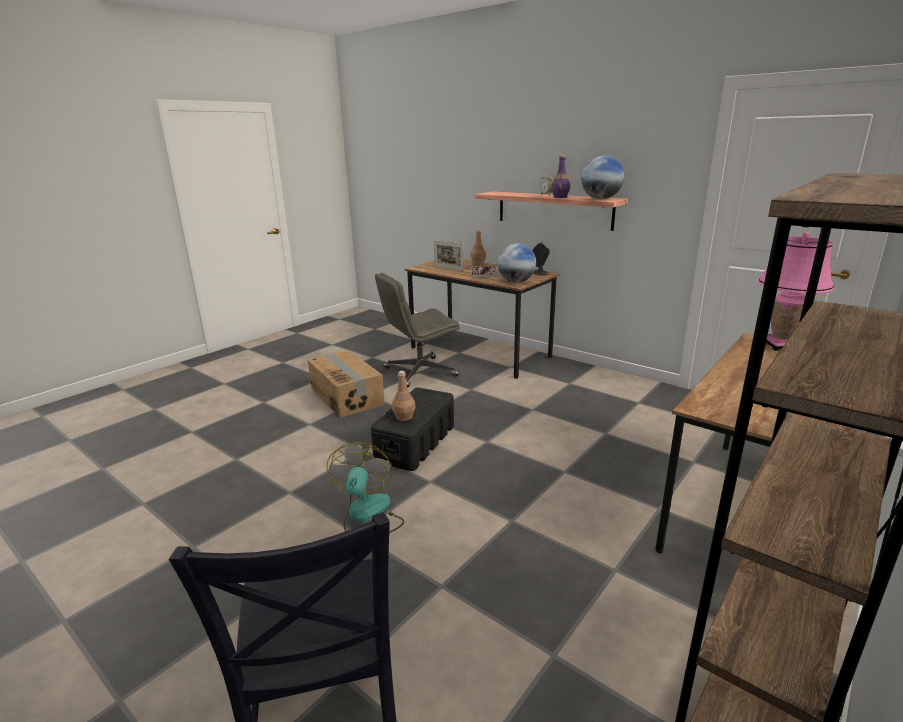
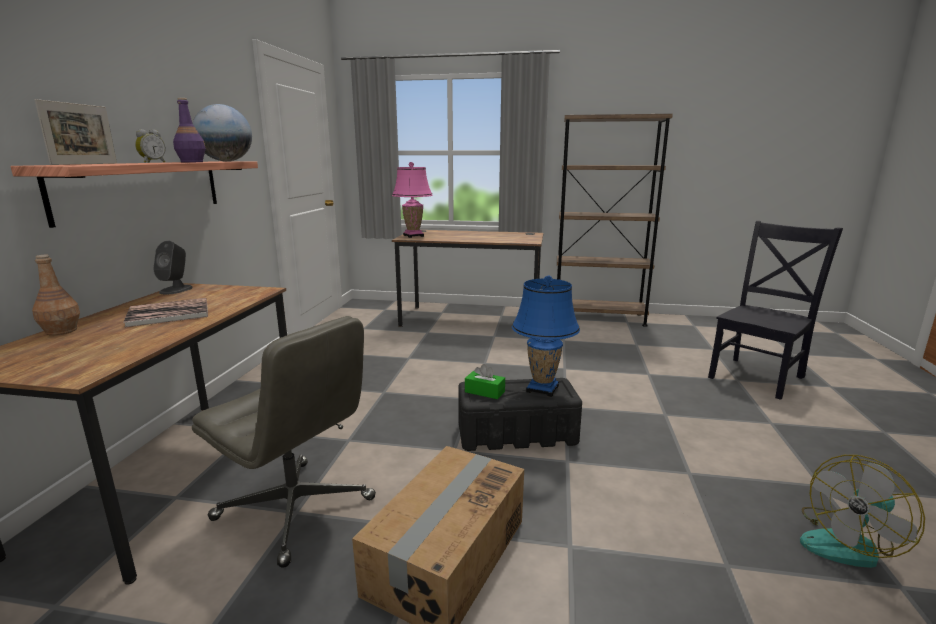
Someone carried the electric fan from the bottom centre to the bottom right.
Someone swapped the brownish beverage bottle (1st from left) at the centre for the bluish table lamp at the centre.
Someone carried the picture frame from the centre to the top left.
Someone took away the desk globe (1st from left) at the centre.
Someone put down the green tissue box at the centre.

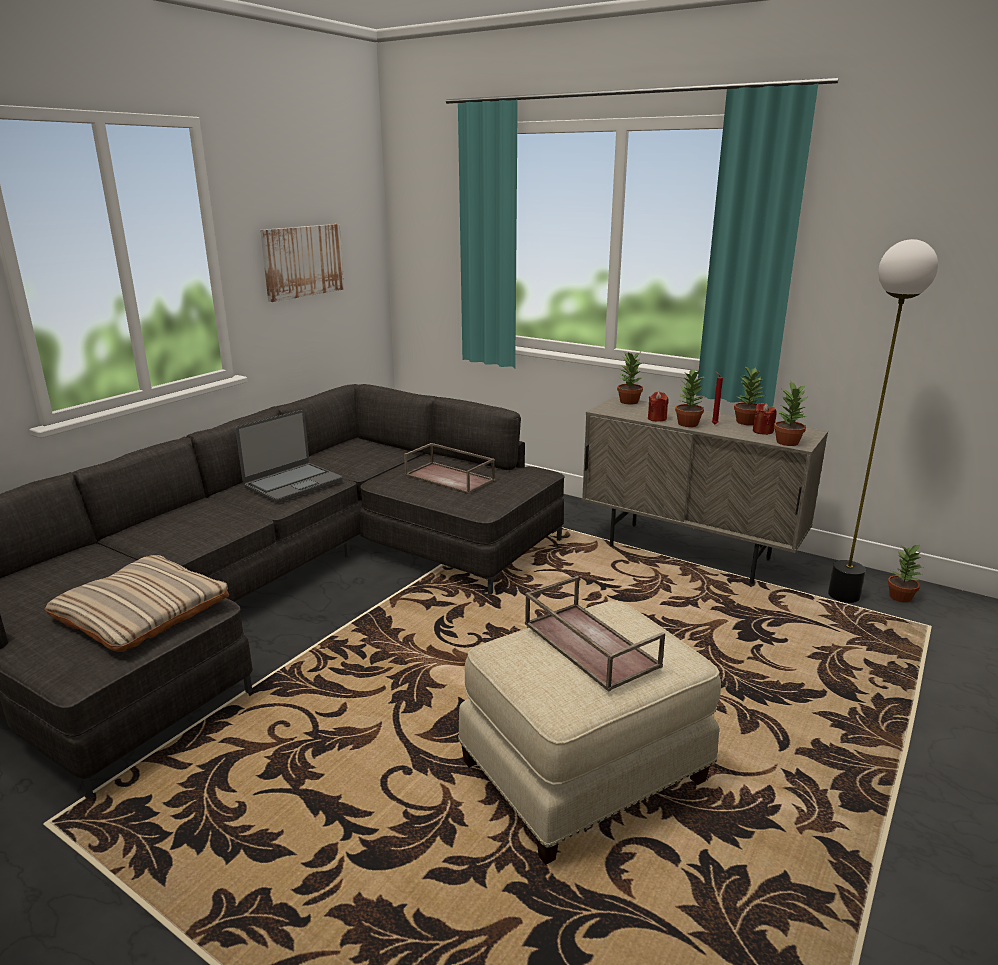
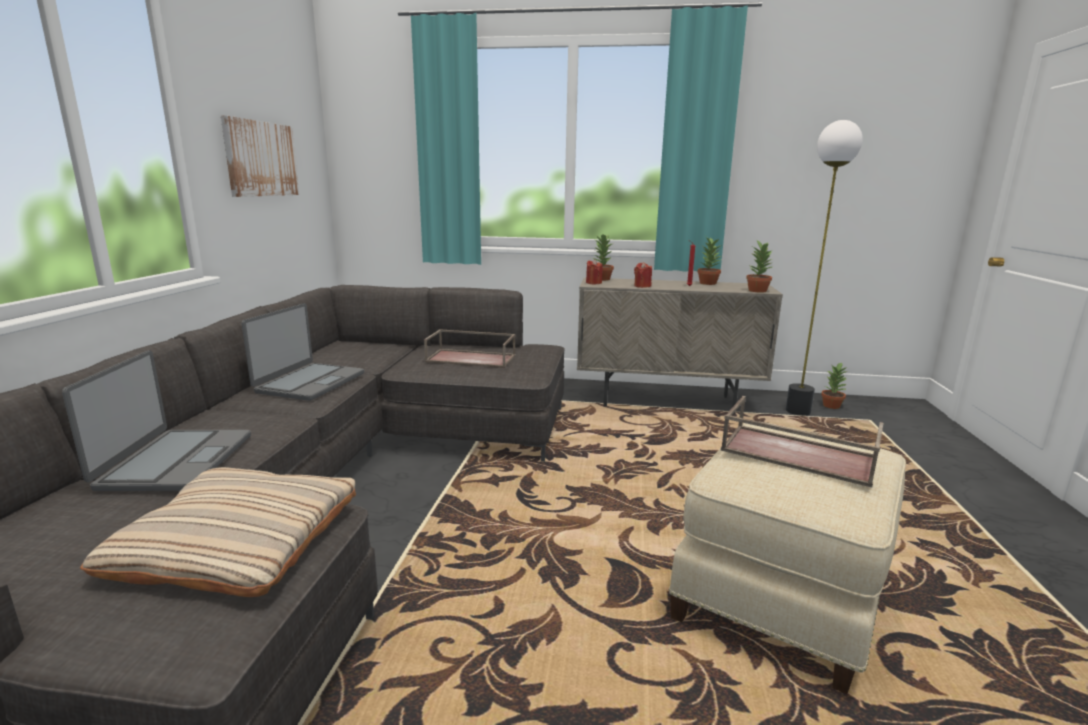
Someone took away the potted plant (2nd from left) at the middle right.
Someone carried the reddish wax candle (3rd from left in the first image) from the middle right to the centre.
Someone put down the notebook computer (1st from left) at the middle left.

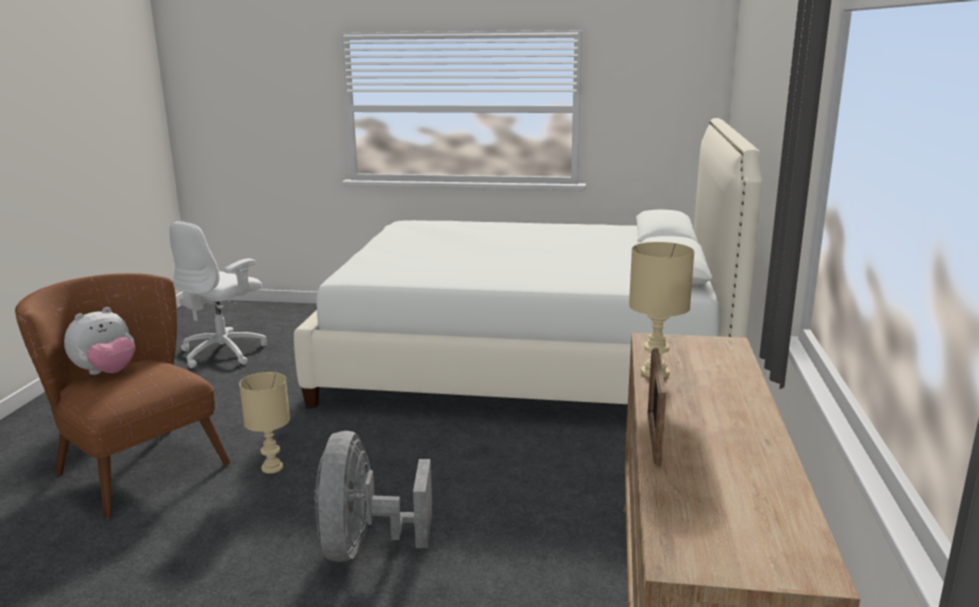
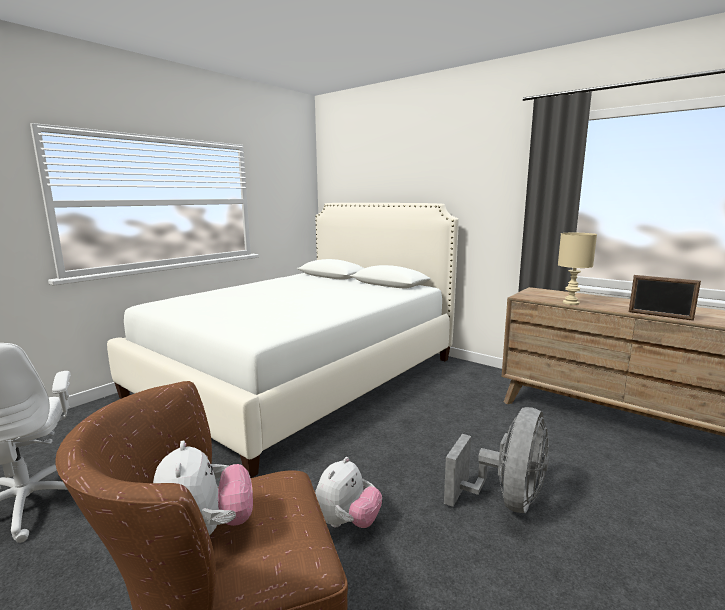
Someone swapped the beige table lamp (1st from left) at the bottom left for the cuddly toy (2nd from left) at the bottom centre.
Someone rotated the grey electric fan at the bottom centre by 90 degrees counterclockwise.

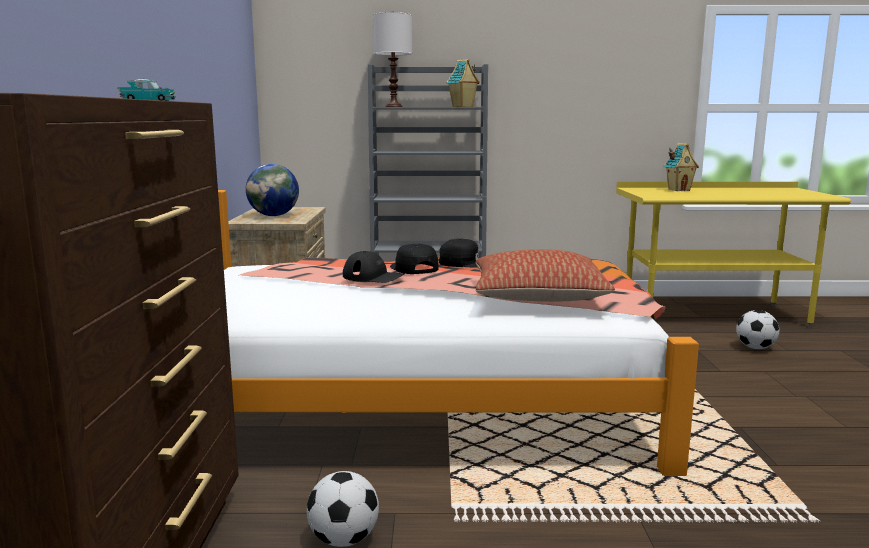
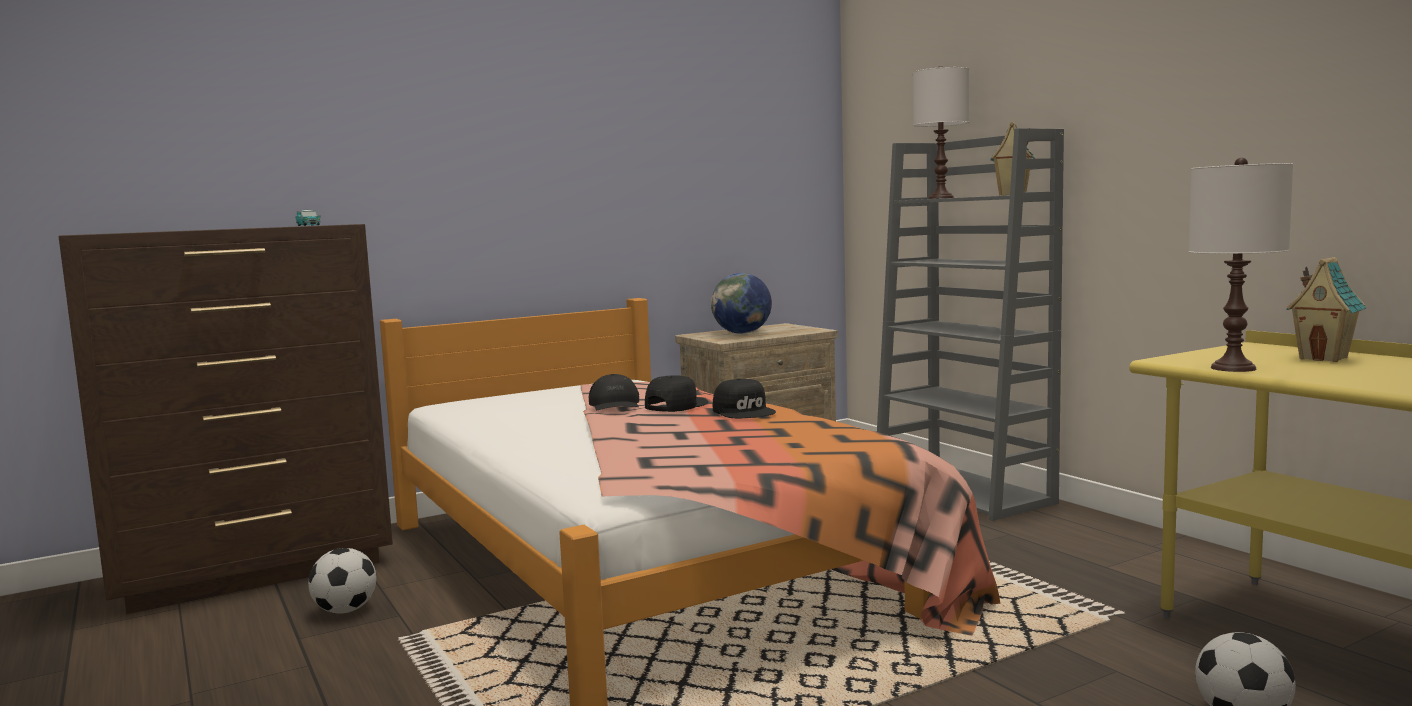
Someone took away the pillow at the centre.
Someone put down the whitish table lamp (2nd from left) at the middle right.

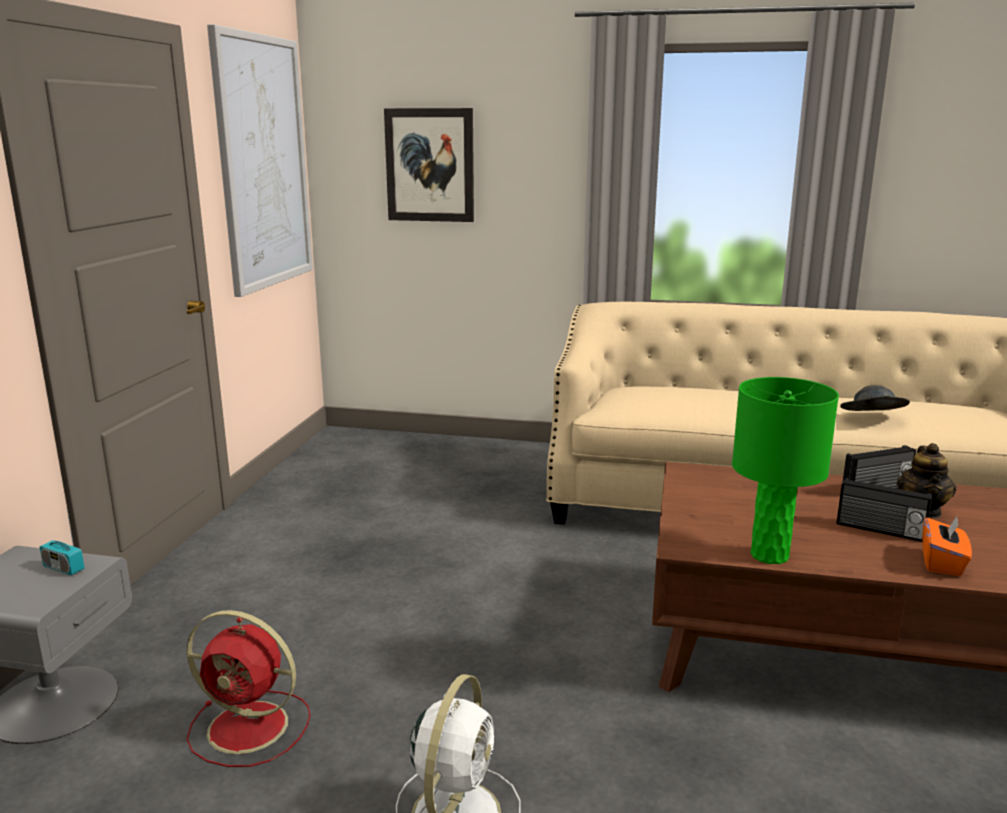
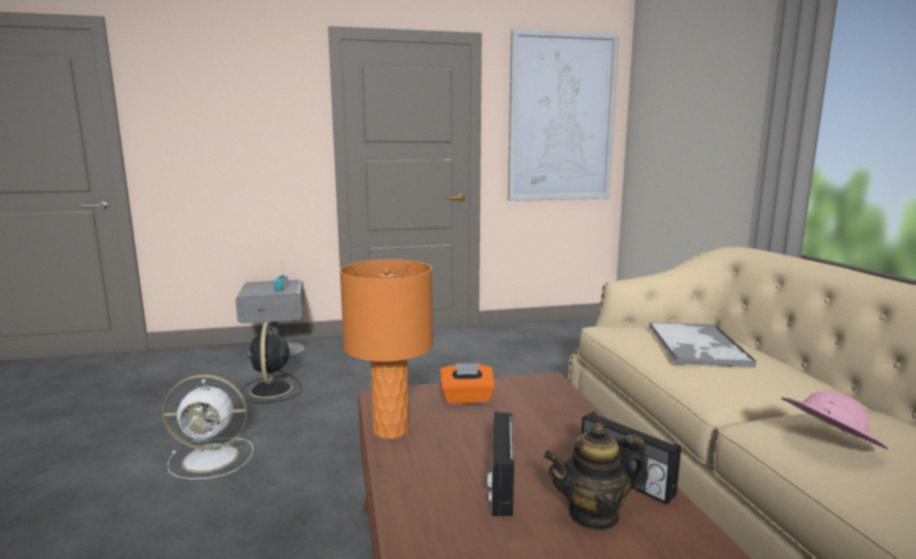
Someone repainted the reddish electric fan at the bottom left, which became the black-coloured electric fan at the middle left.
Someone took away the wall picture (2nd from left) at the top centre.
Someone repainted the green table lamp at the middle right, which became the orange table lamp at the centre.
Someone repainted the grey wearable hat at the middle right, which became the pink wearable hat at the bottom right.
Someone carried the orange tissue box from the bottom right to the bottom centre.
Someone put down the carrying tray at the middle right.

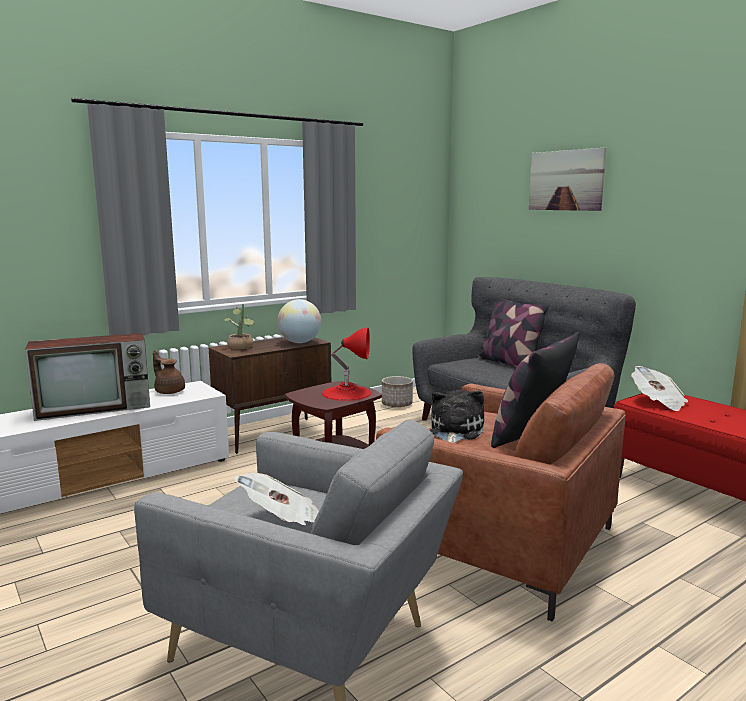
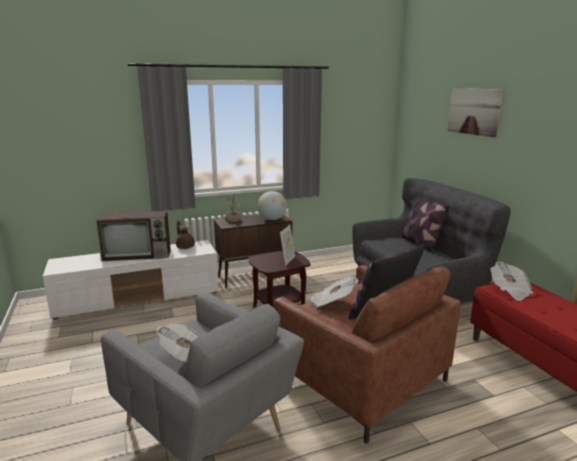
Someone swapped the reddish table lamp at the centre for the picture frame at the centre.
Someone took away the planter at the centre.
Someone swapped the cuddly toy at the centre for the newspaper (2nd from left) at the centre.

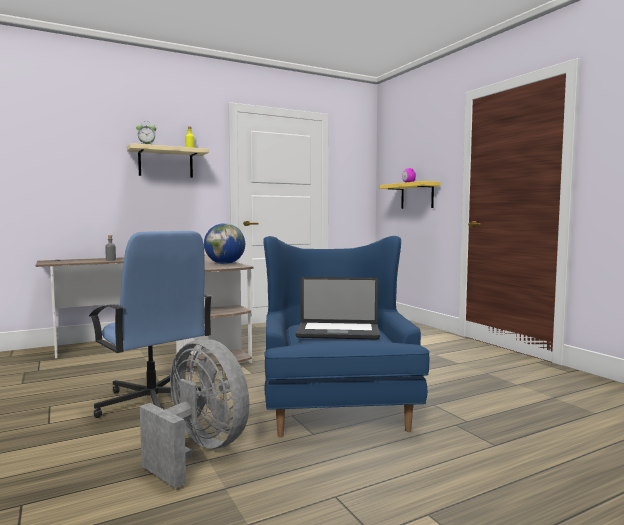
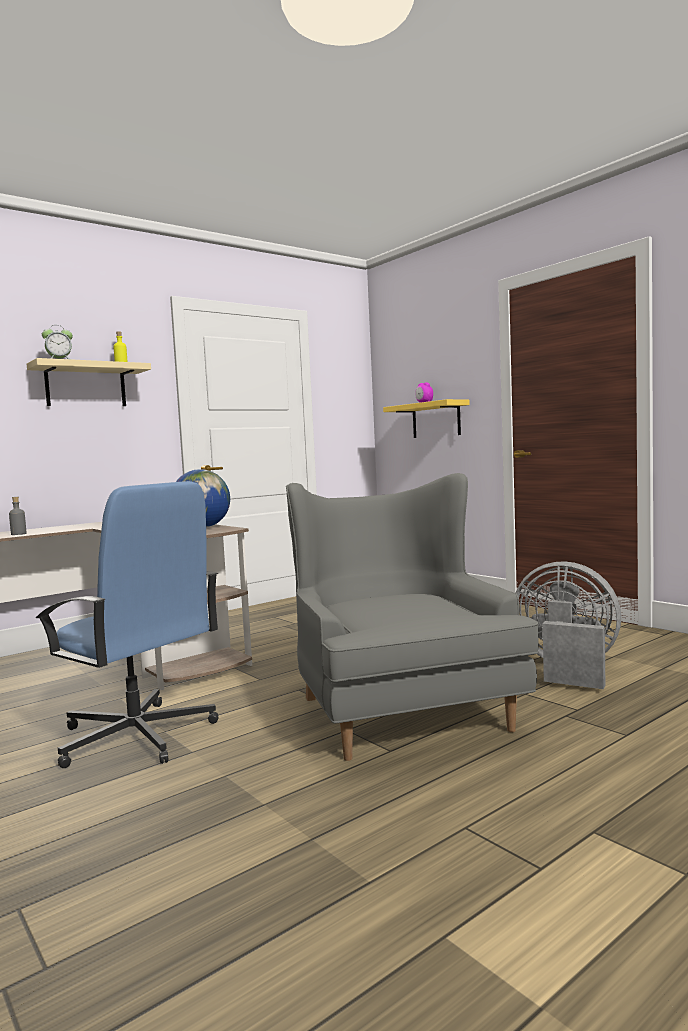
Someone carried the grey electric fan from the bottom left to the middle right.
Someone repainted the bluish armchair at the centre, which became the grey armchair at the centre.
Someone took away the notebook computer at the centre.

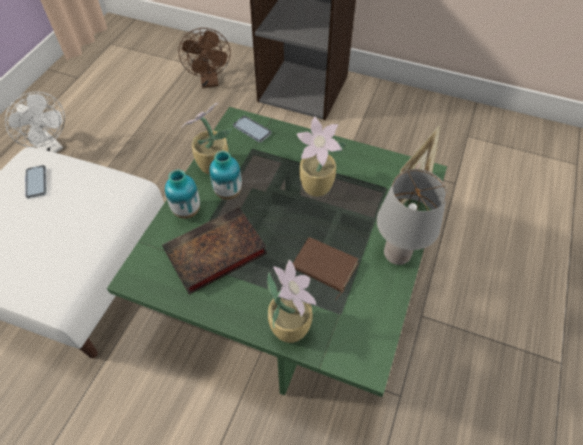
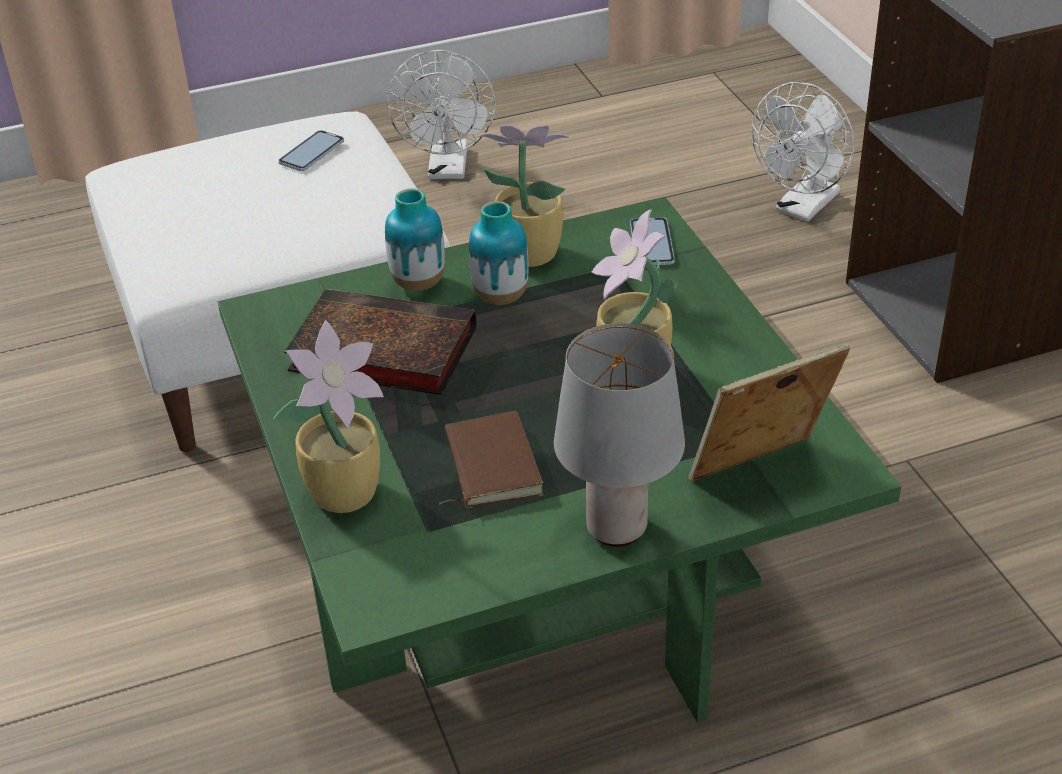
Someone repainted the brownish electric fan at the top centre, which became the whitish electric fan (2nd from left) at the top right.

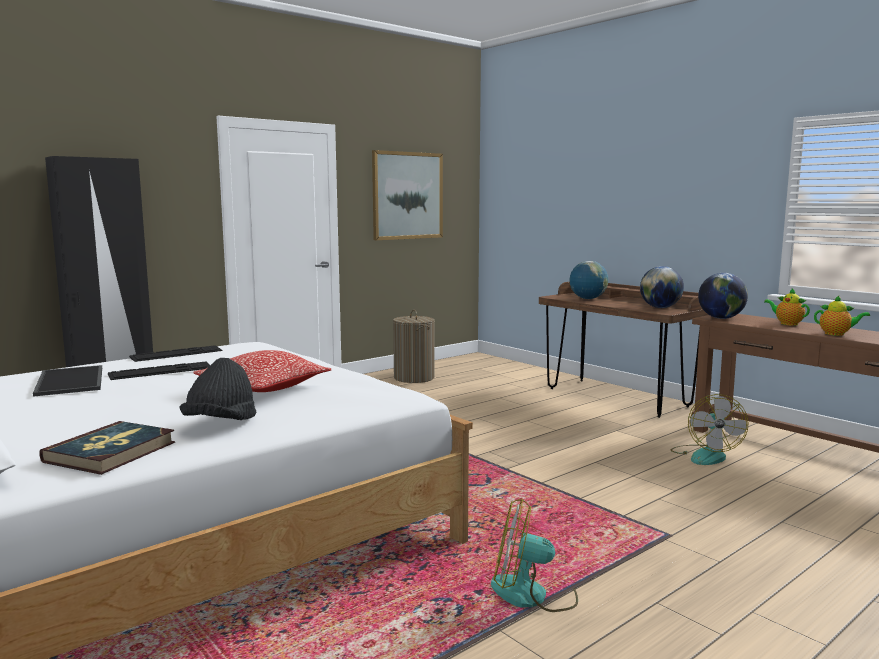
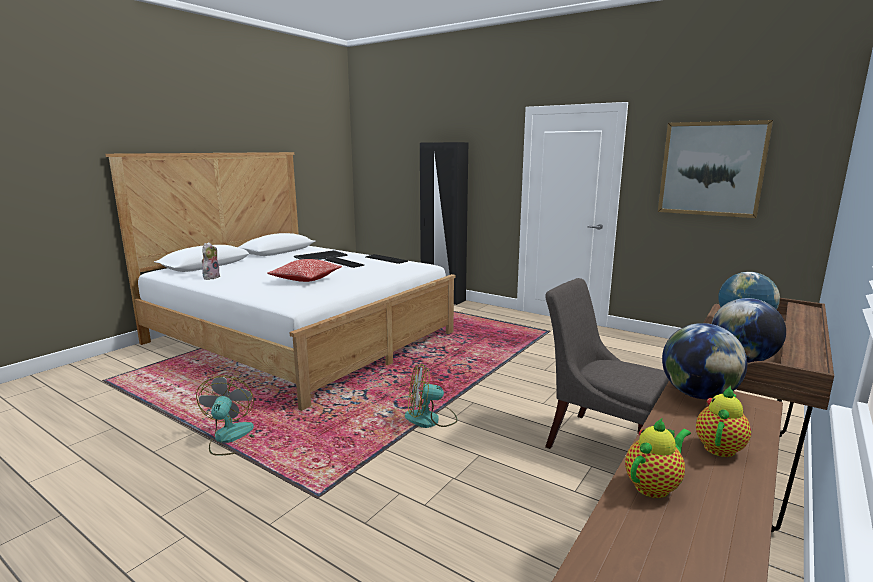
Someone swapped the book at the bottom left for the cuddly toy at the middle left.
Someone took away the black-coloured wearable hat at the middle left.
Someone took away the laundry basket at the centre.
Someone carried the electric fan (2nd from left) from the middle right to the bottom centre.
Someone rotated the tea pot (2nd from left in the first image) at the middle right by 135 degrees counterclockwise.
Someone put down the grey plain chair at the middle right.

